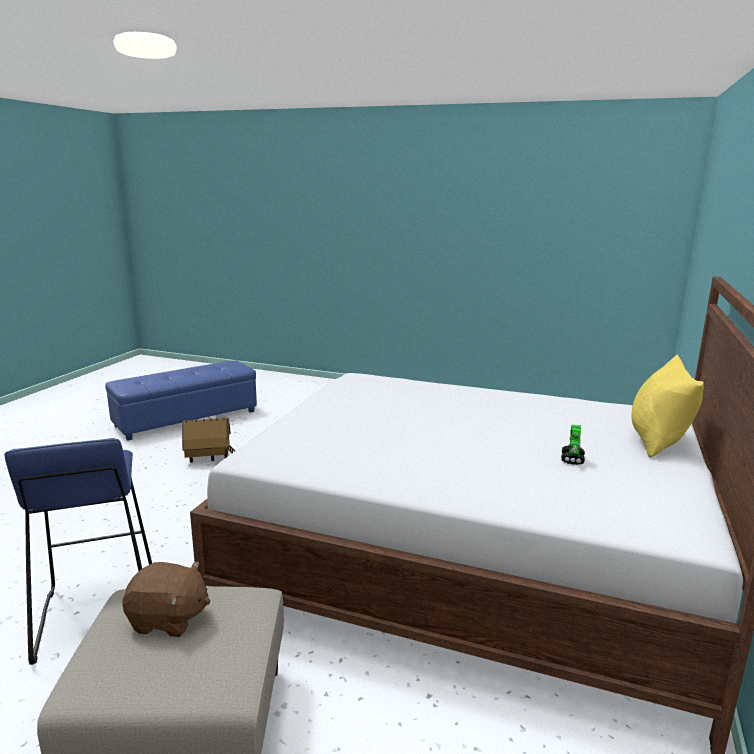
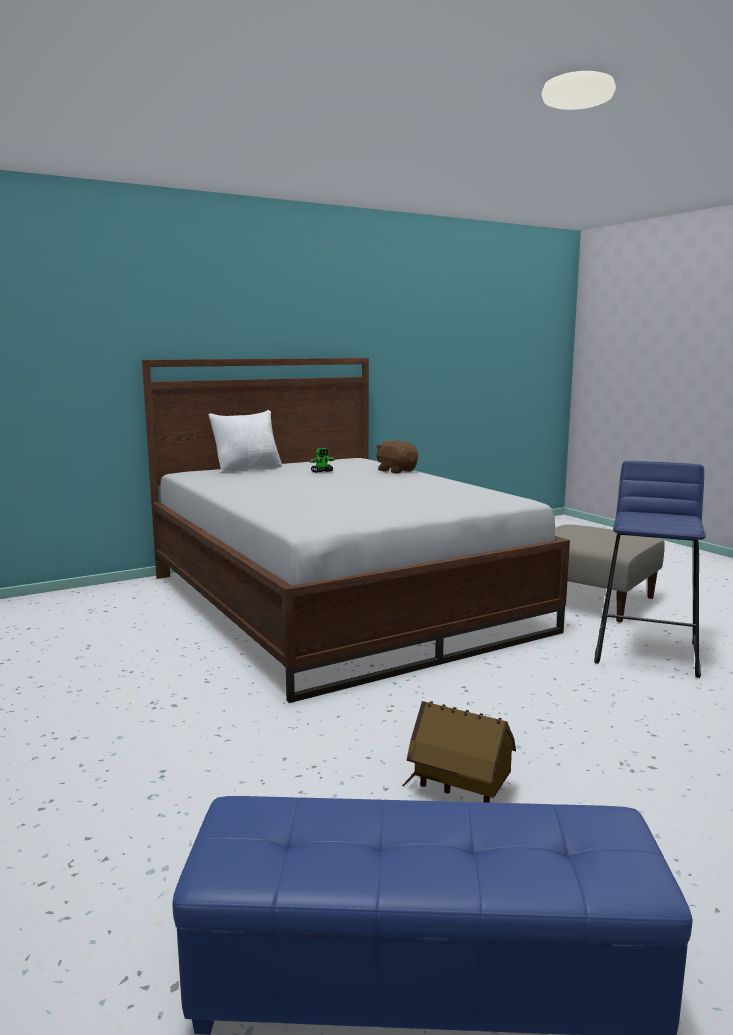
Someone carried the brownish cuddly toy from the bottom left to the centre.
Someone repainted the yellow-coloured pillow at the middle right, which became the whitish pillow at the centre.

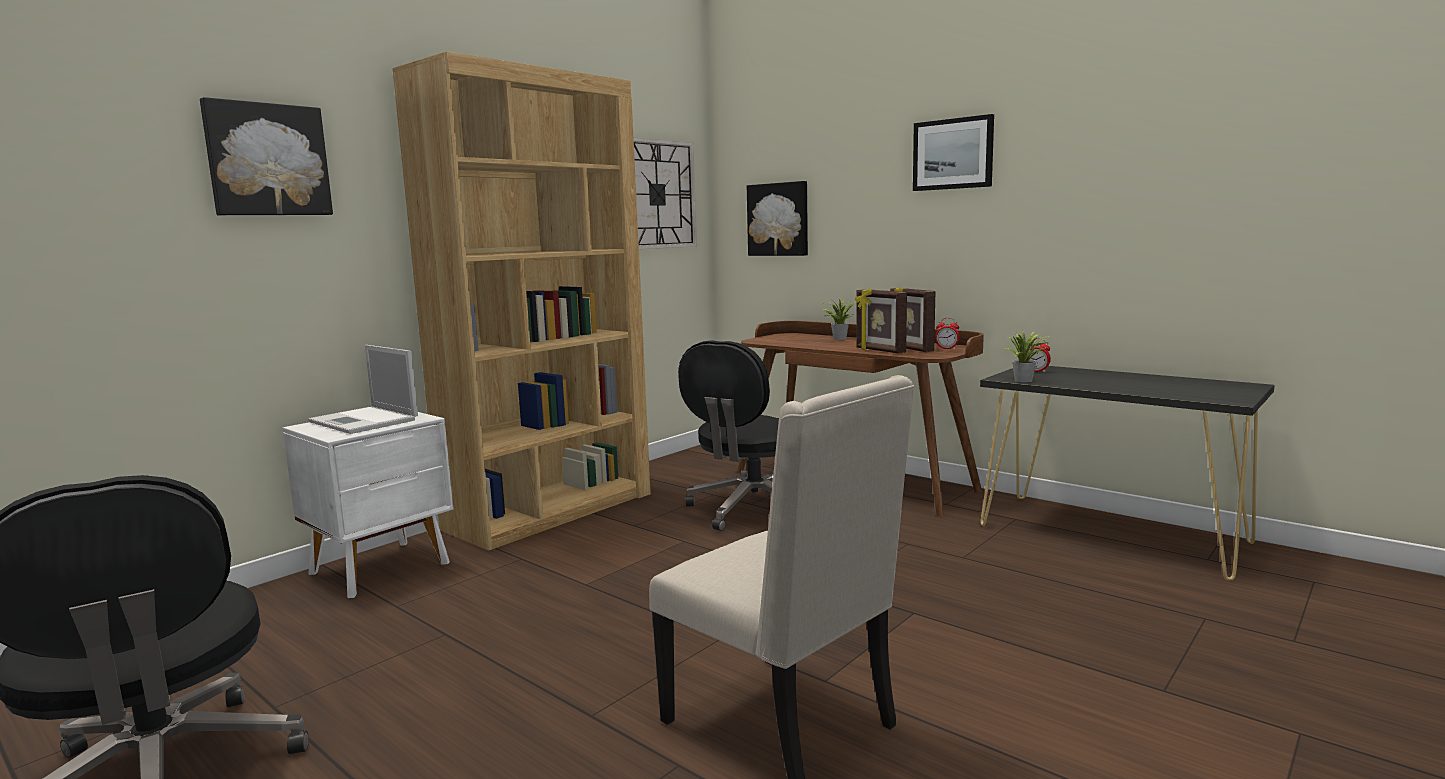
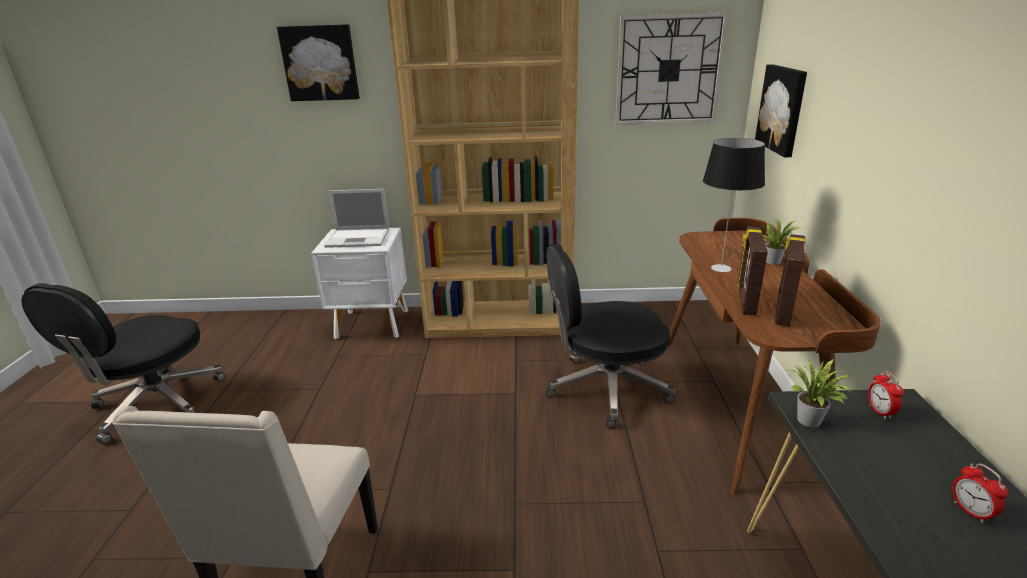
Someone rotated the notebook computer at the middle left by 90 degrees counterclockwise.
Someone took away the wall picture (3rd from left) at the top centre.
Someone carried the table clock (1st from left in the first image) from the centre to the bottom right.
Someone put down the table lamp at the middle right.

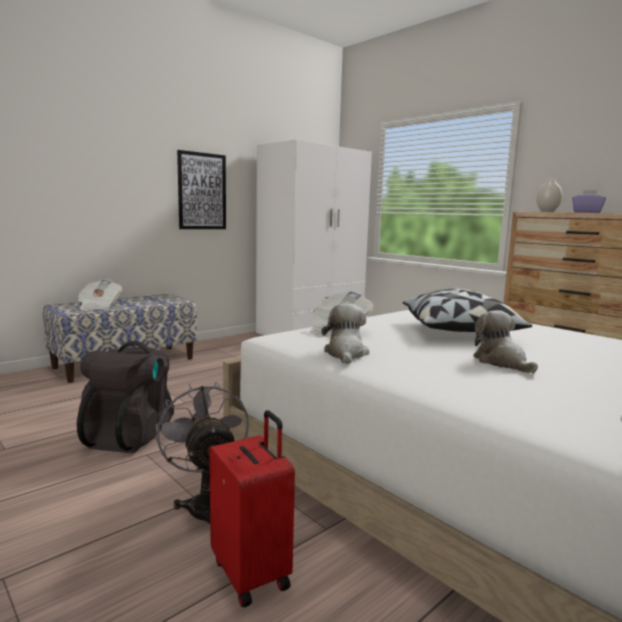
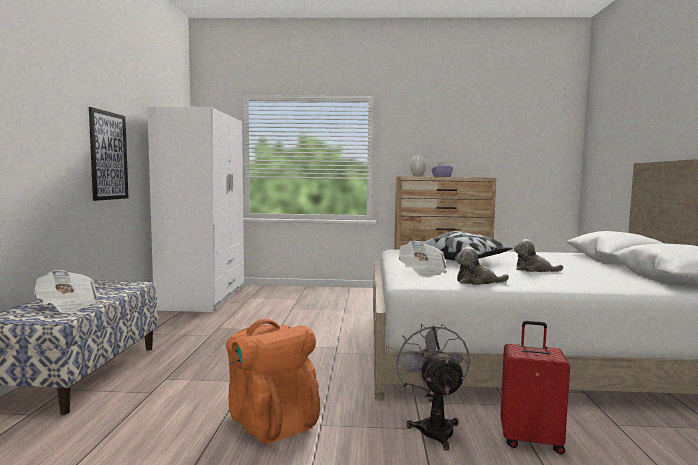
Someone repainted the black-coloured backpack at the middle left, which became the orange backpack at the bottom centre.
Someone rotated the grey electric fan at the bottom left by 60 degrees clockwise.
Someone rotated the cuddly toy (1st from left) at the centre by 45 degrees counterclockwise.

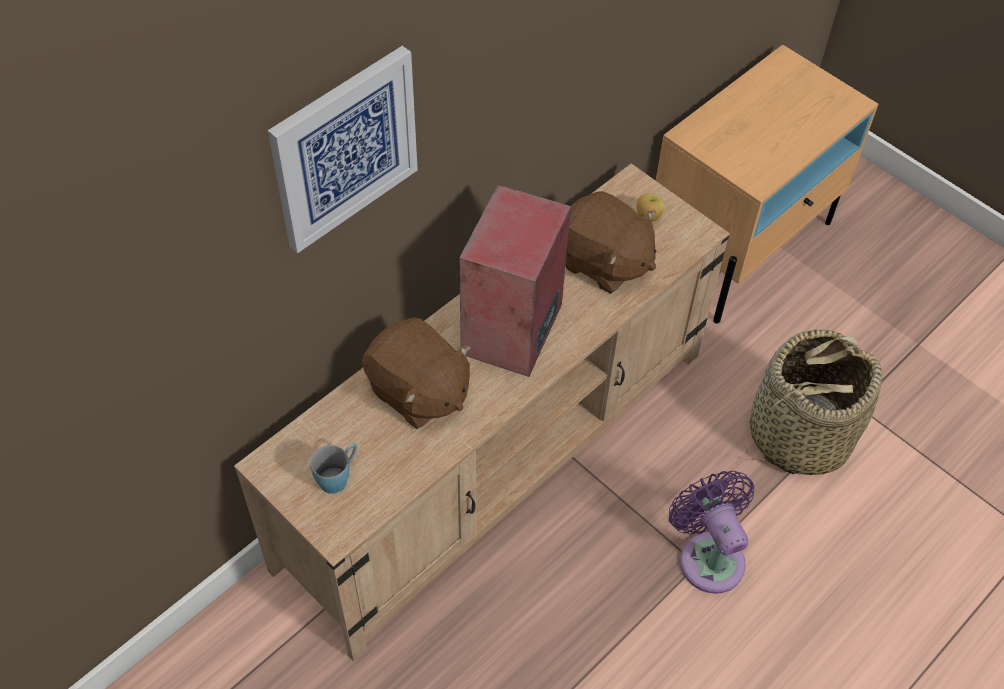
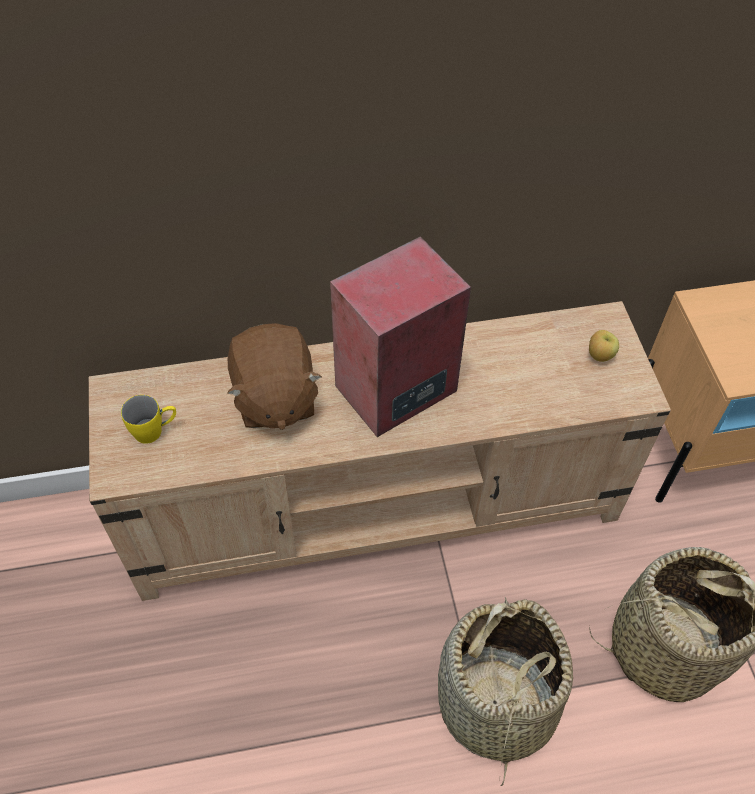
Someone took away the wall picture at the top centre.
Someone repainted the bluish mug at the bottom left, which became the yellow-coloured mug at the middle left.
Someone took away the brownish cuddly toy (2nd from left) at the centre.
Someone swapped the purplish electric fan at the bottom right for the basket (1st from left) at the bottom right.

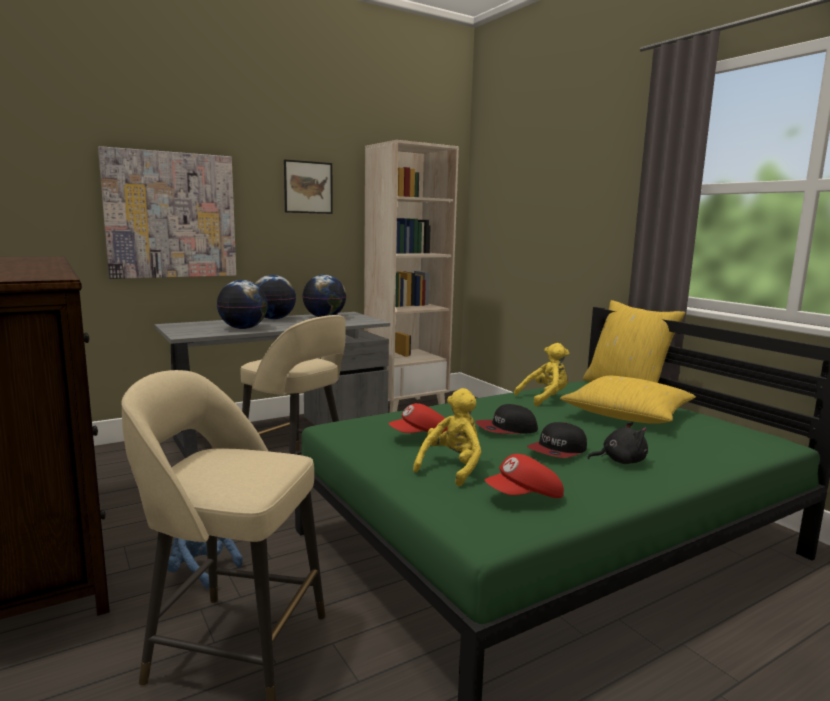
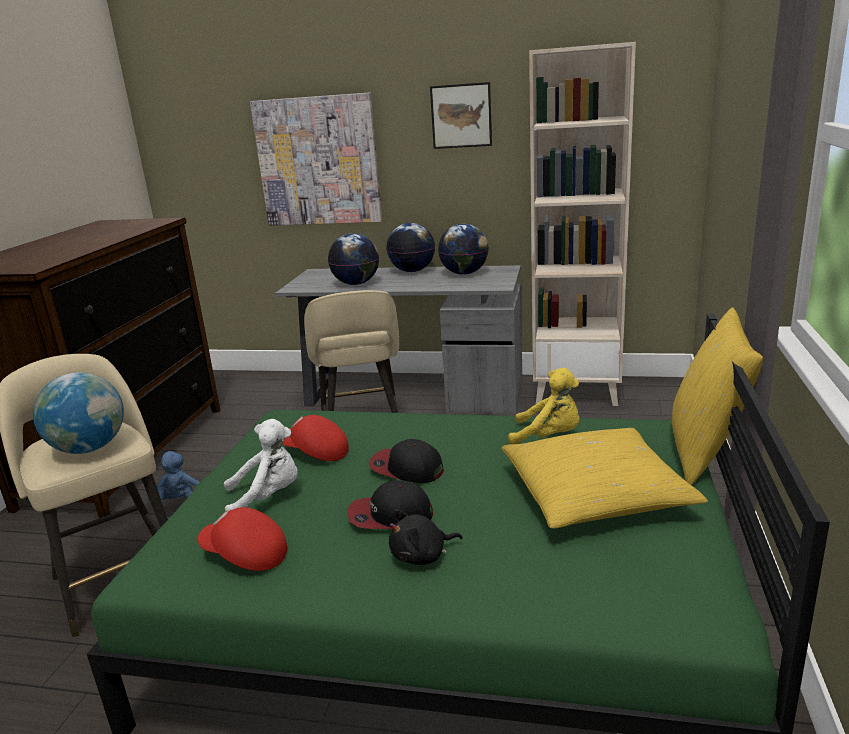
Someone repainted the yellow-coloured cuddly toy (1st from left) at the centre, which became the whitish cuddly toy at the middle left.
Someone rotated the black-coloured cuddly toy at the middle right by 120 degrees clockwise.
Someone put down the desk globe (1st from left) at the middle left.

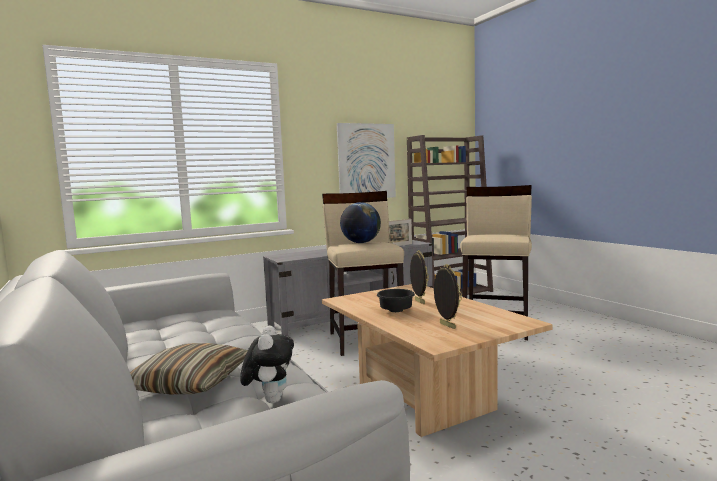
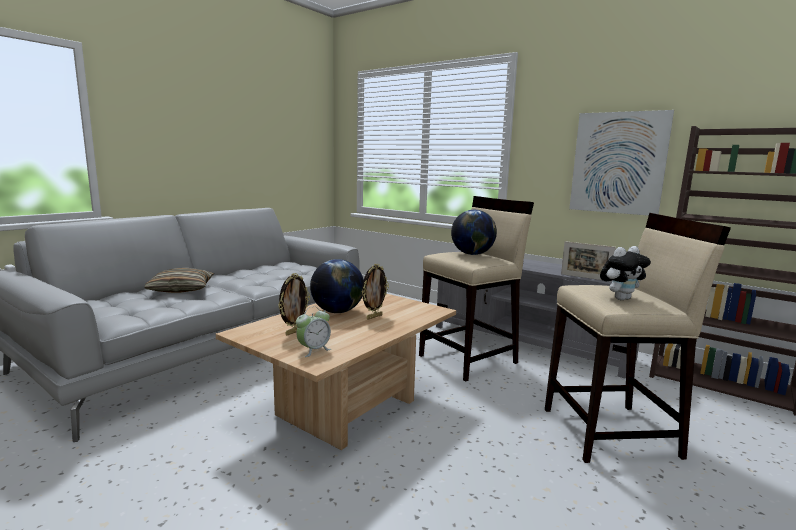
Someone carried the cuddly toy from the bottom centre to the middle right.
Someone swapped the black-coloured serving bowl at the centre for the desk globe (1st from left) at the centre.
Someone put down the table clock at the centre.

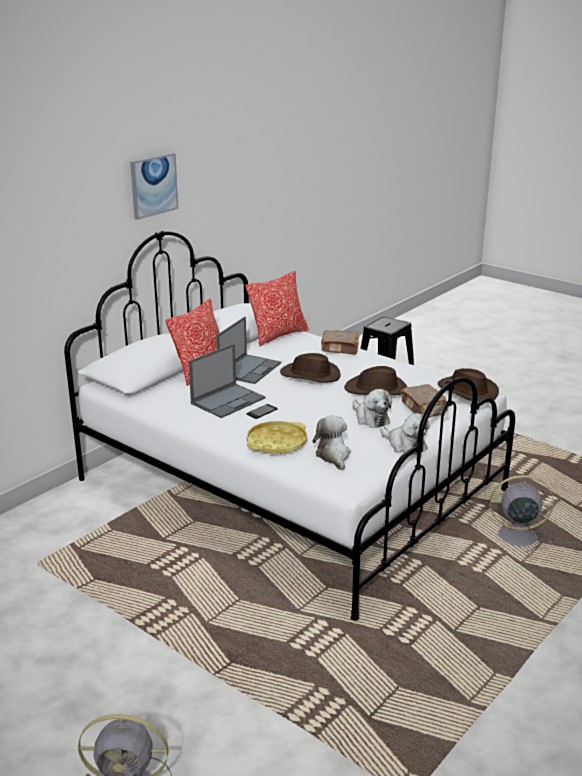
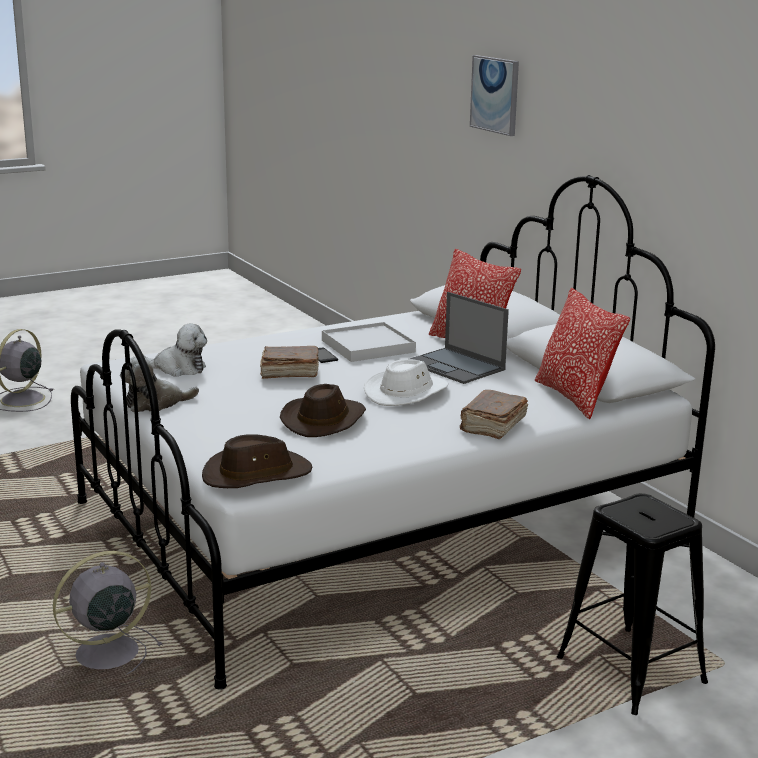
Someone carried the wall picture from the top left to the top centre.
Someone swapped the notebook computer (1st from left) at the centre for the whitish carrying tray at the centre.
Someone took away the yellow-coloured carrying tray at the centre.
Someone repainted the brownish wearable hat (1st from left) at the centre, which became the whitish wearable hat at the centre.
Someone took away the cuddly toy (2nd from left) at the centre.
Someone carried the brownish book (2nd from left in the first image) from the middle right to the centre.
Someone rotated the grey electric fan (2nd from left) at the middle right by 150 degrees counterclockwise.

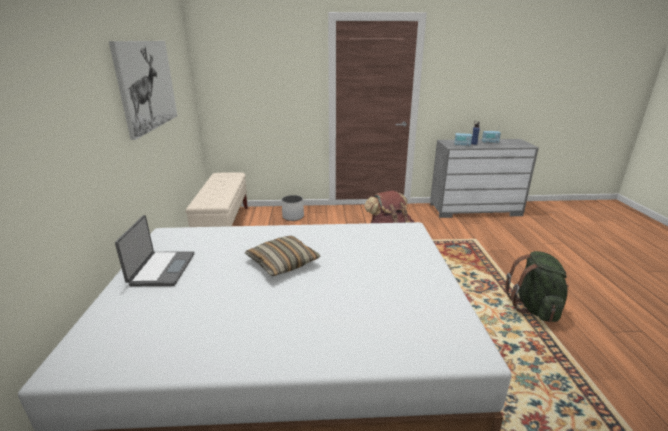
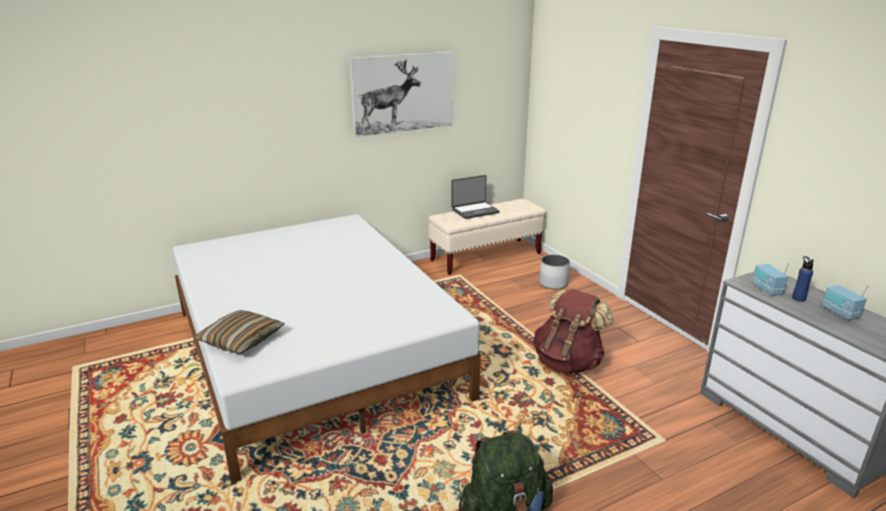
Someone carried the notebook computer from the middle left to the centre.
Someone carried the pillow from the centre to the middle left.

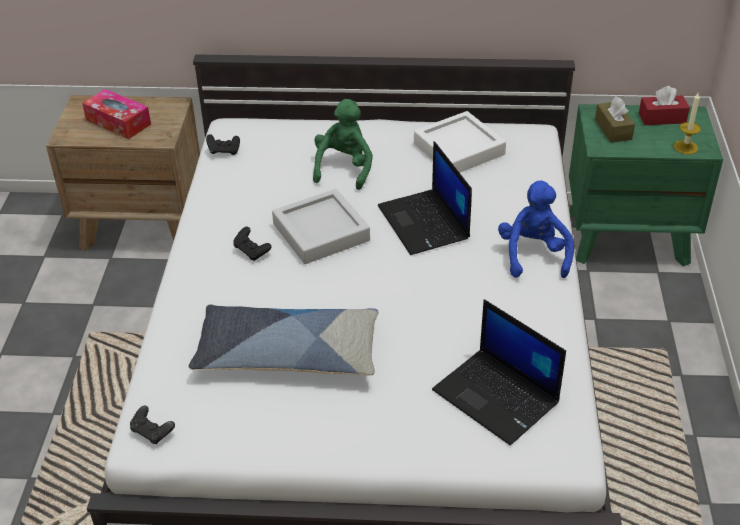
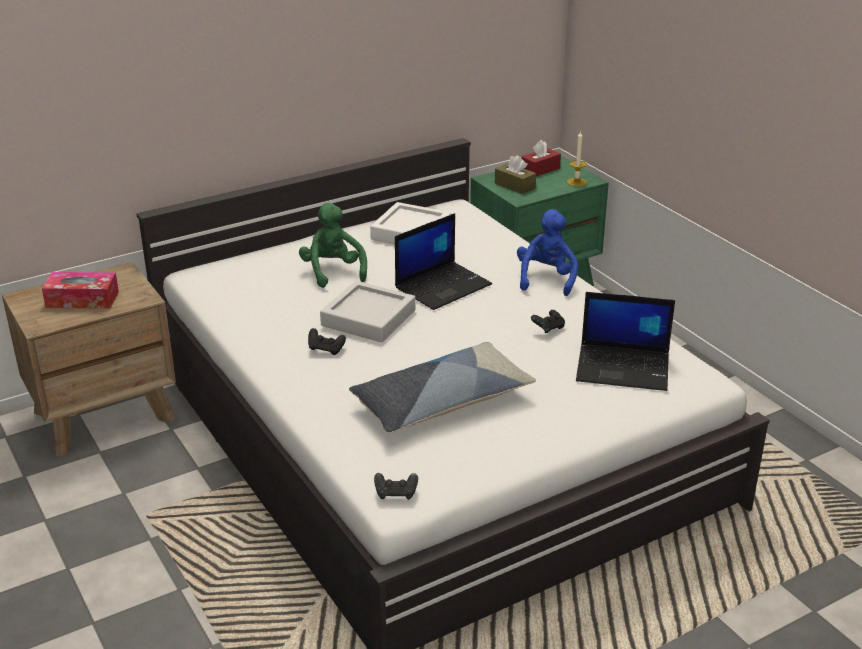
Someone carried the black-coloured joypad (2nd from left in the first image) from the top left to the centre.
Someone rotated the notebook computer (1st from left) at the centre by 75 degrees counterclockwise.
Someone rotated the bluish cuddly toy at the middle right by 45 degrees clockwise.

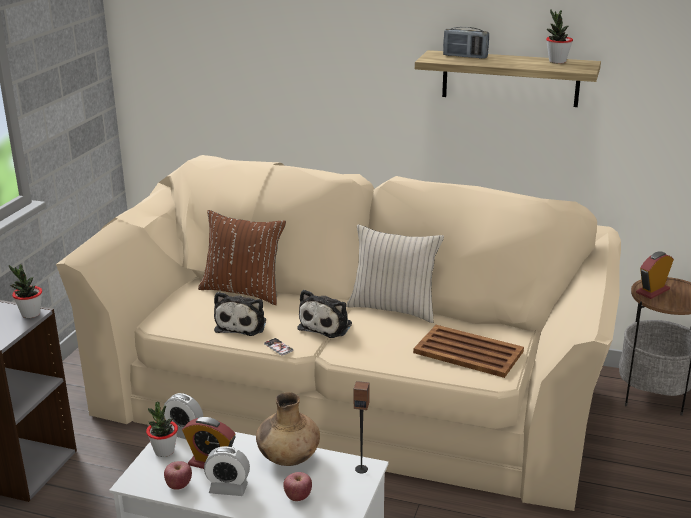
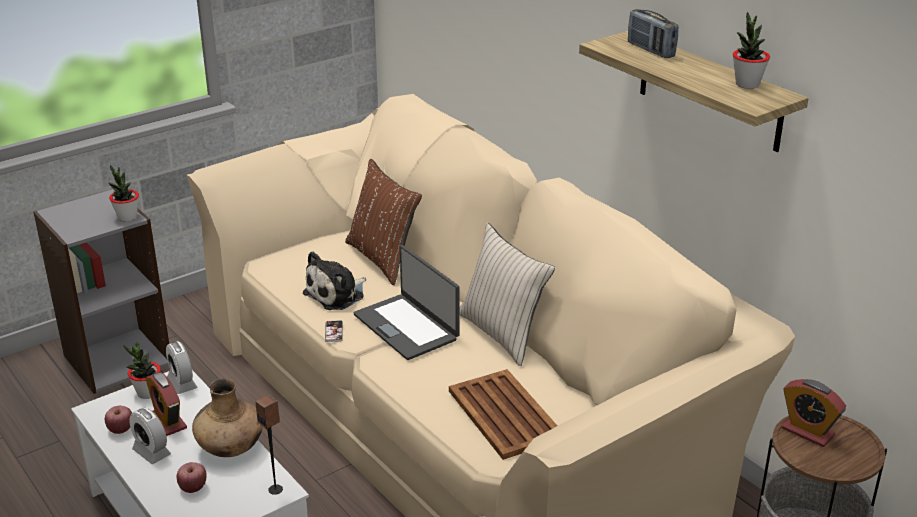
Someone swapped the cuddly toy (2nd from left) at the centre for the notebook computer at the centre.
Someone rotated the table clock (4th from left) at the middle right by 135 degrees counterclockwise.

